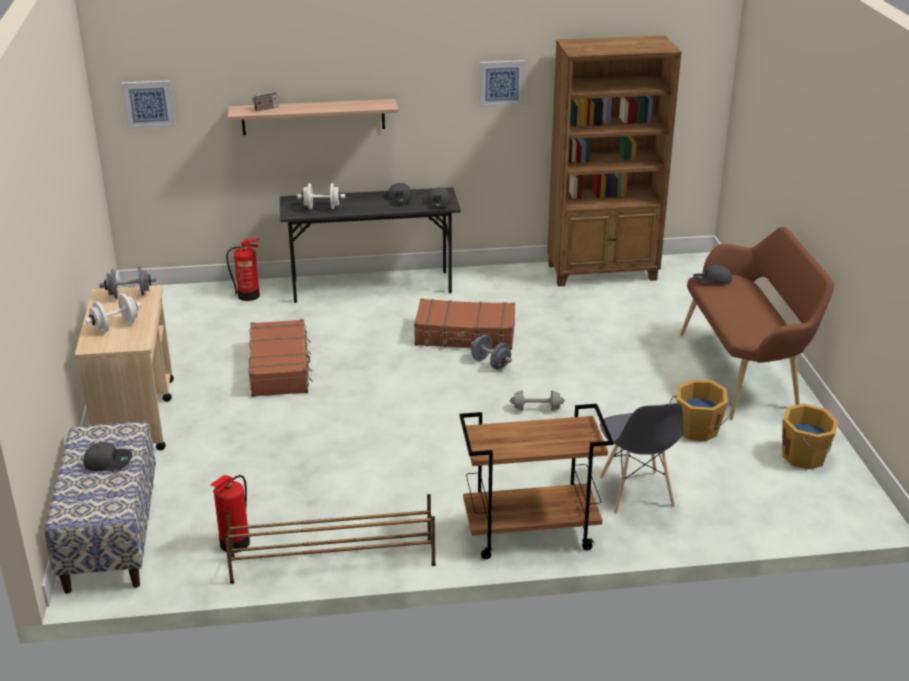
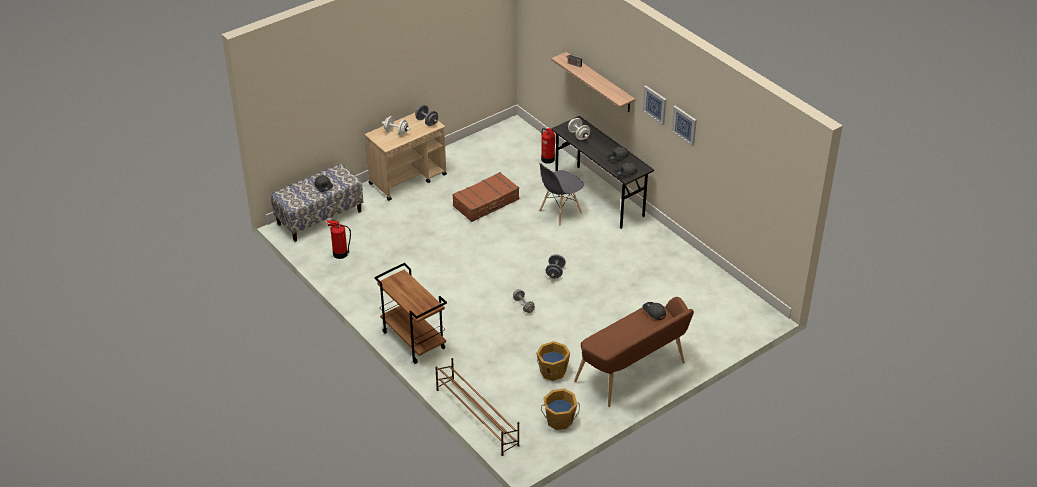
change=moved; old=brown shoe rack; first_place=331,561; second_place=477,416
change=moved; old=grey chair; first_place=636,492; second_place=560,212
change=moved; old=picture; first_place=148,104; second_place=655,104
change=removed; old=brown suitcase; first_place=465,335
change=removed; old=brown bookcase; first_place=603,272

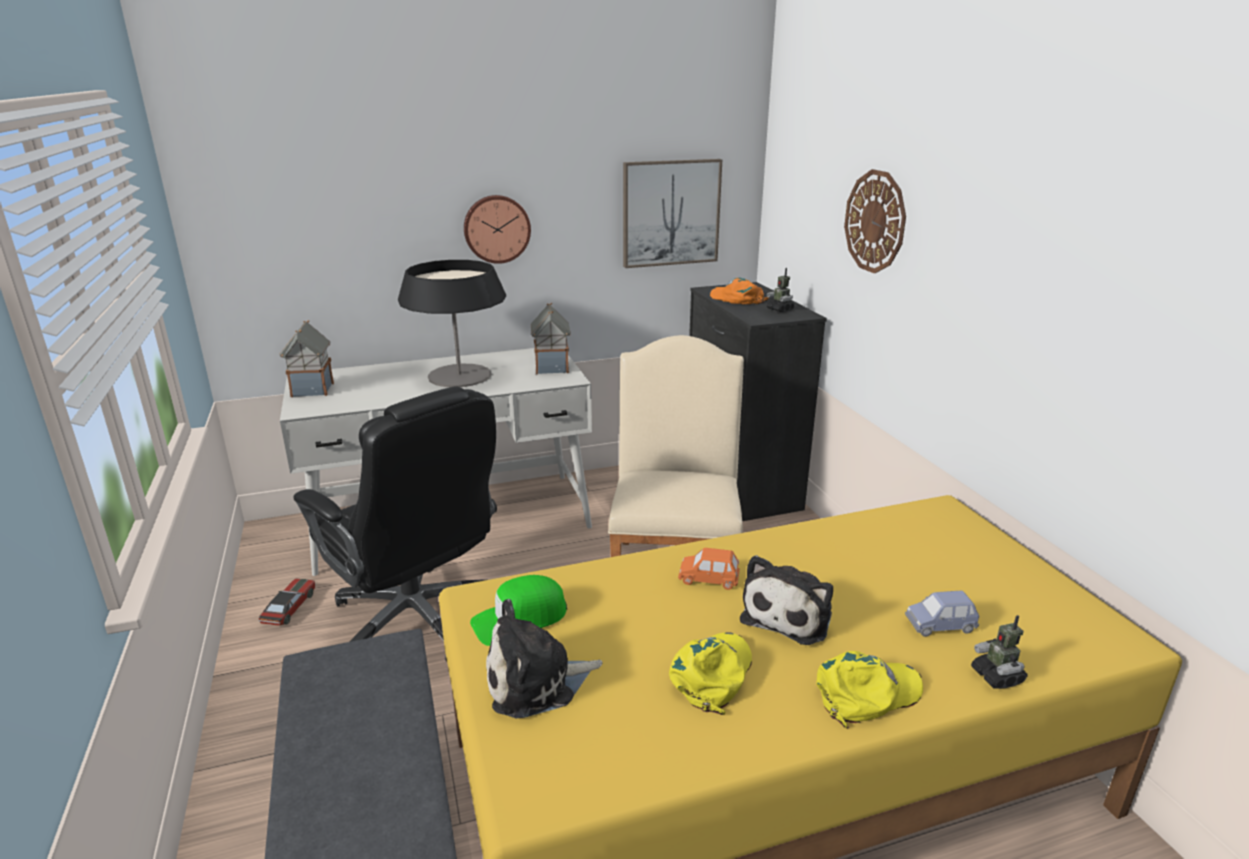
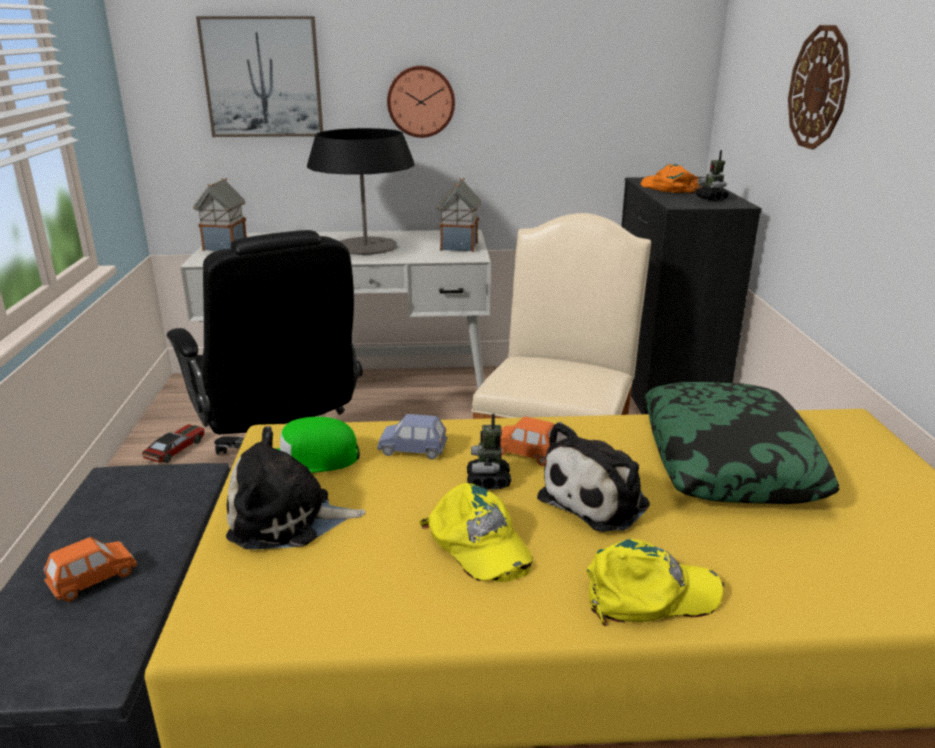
change=added; new=orange toy car; second_place=93,580
change=moved; old=picture; first_place=670,213; second_place=263,77
change=moved; old=blue toy car; first_place=940,626; second_place=412,450
change=turned; old=yellow cap; first_place=713,674; second_place=478,543; degrees=105
change=moved; old=toy robot; first_place=997,677; second_place=488,481
change=added; new=pillow; second_place=728,460

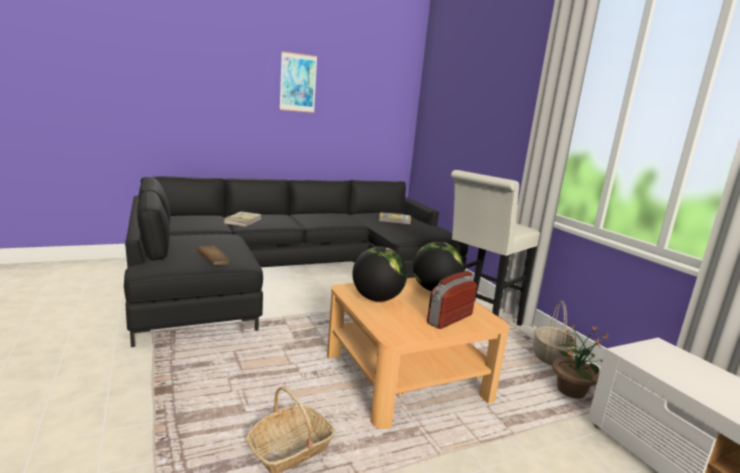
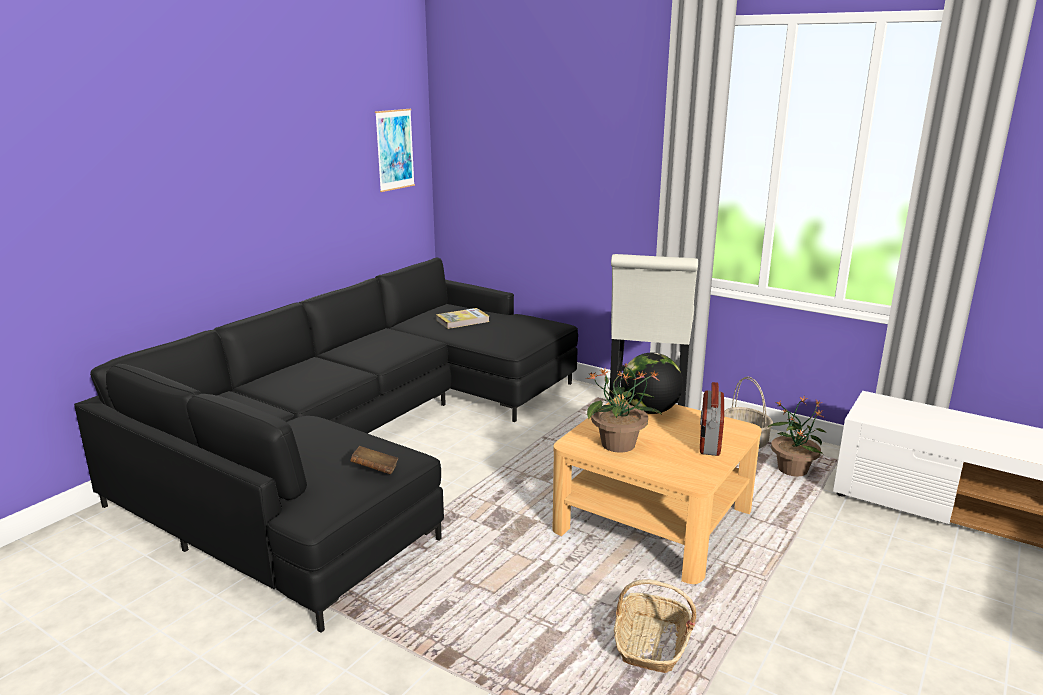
change=moved; old=picture; first_place=298,83; second_place=395,149
change=replaced; old=globe; new=potted plant; first_place=377,299; second_place=619,445
change=removed; old=book; first_place=243,221

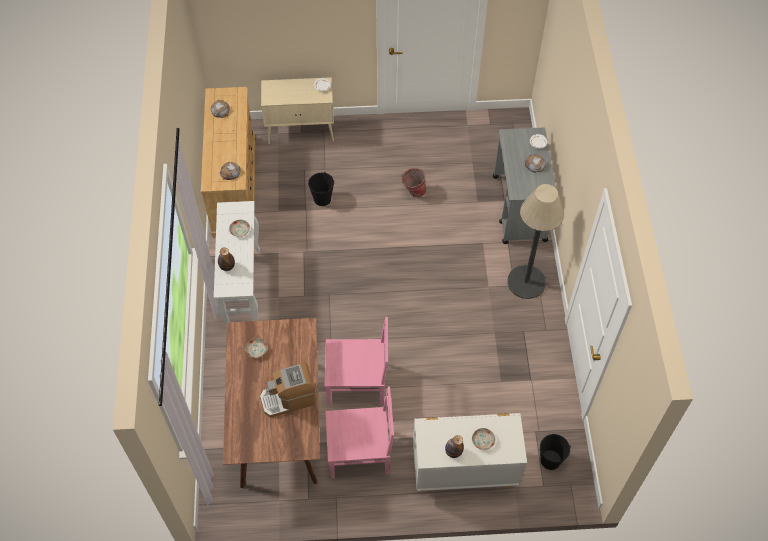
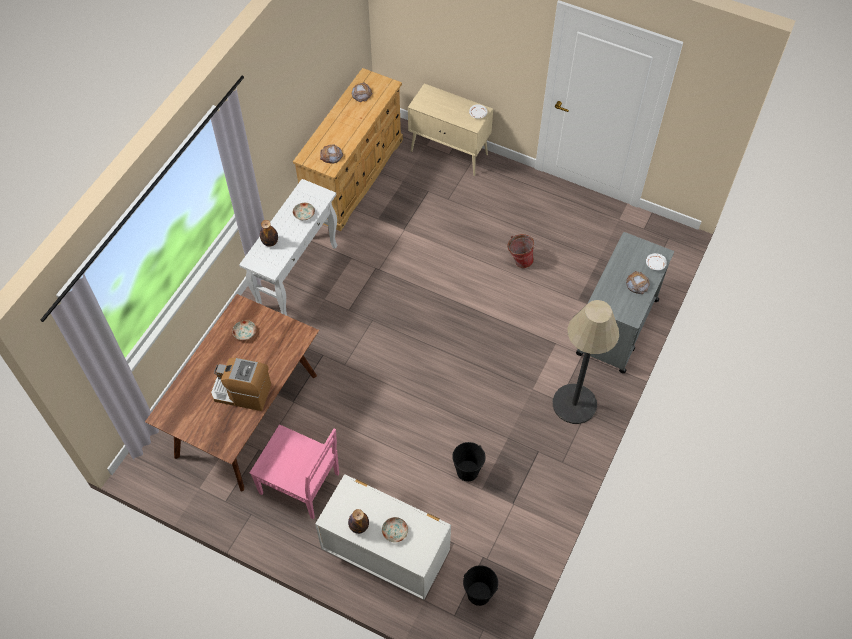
change=moved; old=black bucket; first_place=322,199; second_place=467,471
change=removed; old=pink chair; first_place=358,383

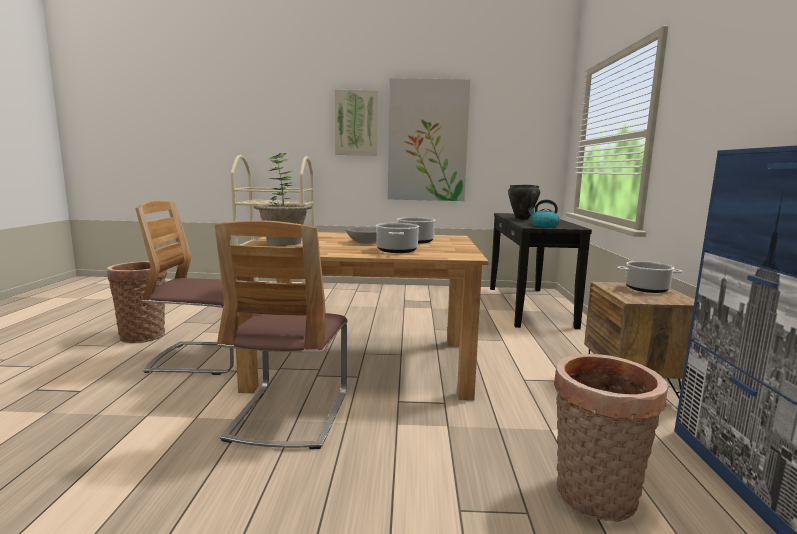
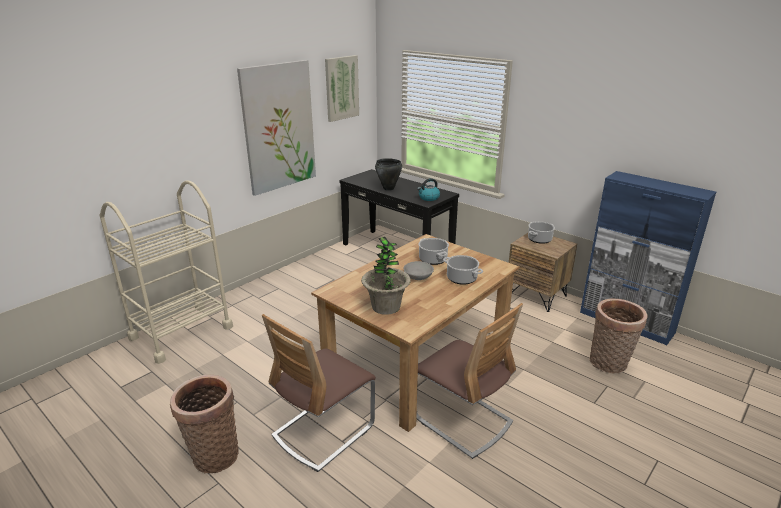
change=moved; old=picture; first_place=356,123; second_place=341,88

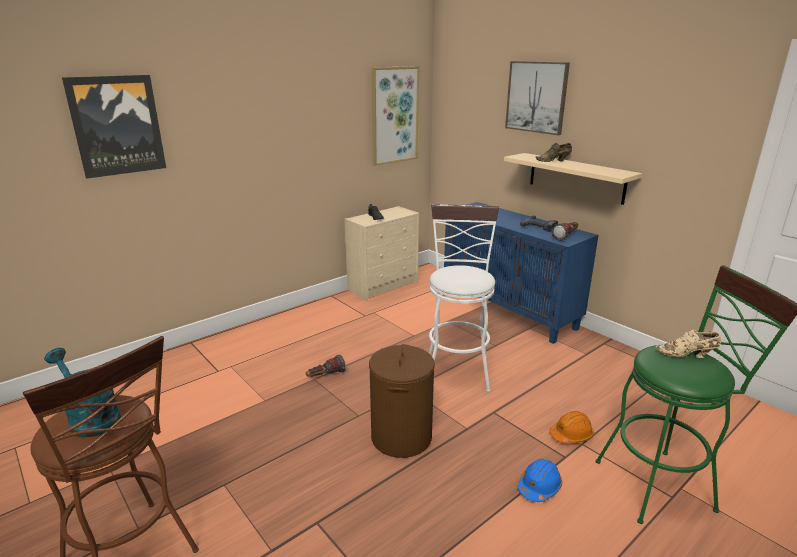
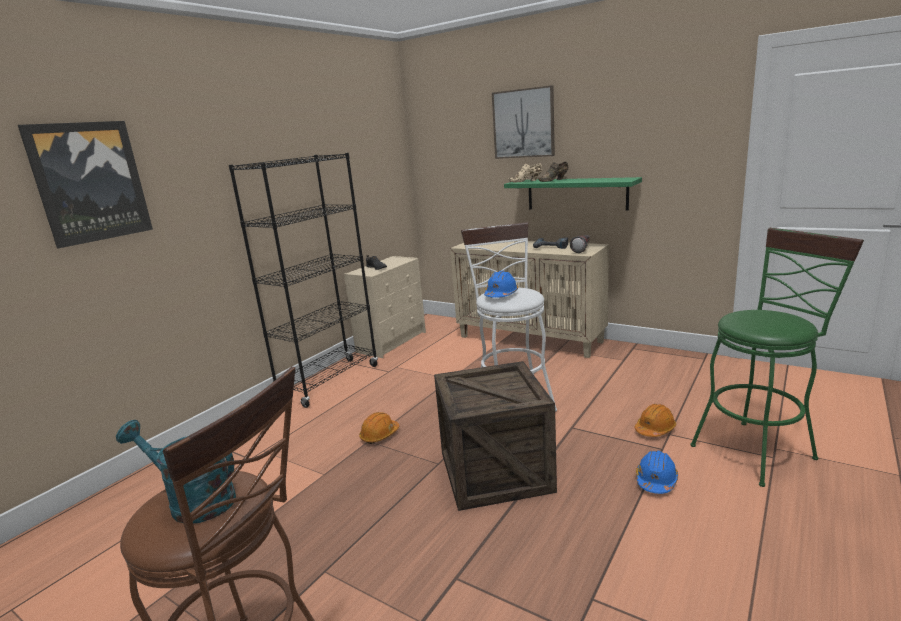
change=added; new=black bookcase; second_place=329,382
change=replaced; old=flashlight; new=orange hard hat; first_place=325,376; second_place=379,435
change=replaced; old=brown laundry basket; new=crate; first_place=401,437; second_place=495,471
change=recoloured; old=blue cabinet; new=beige cabinet; first_place=509,311; second_place=531,339
change=added; new=blue hard hat; second_place=501,295
change=recoloured; old=beige shelf; new=green shelf; first_place=576,177; second_place=576,194
change=moved; old=beige shoe; first_place=687,355; second_place=526,181
change=removed; old=picture; first_place=394,115

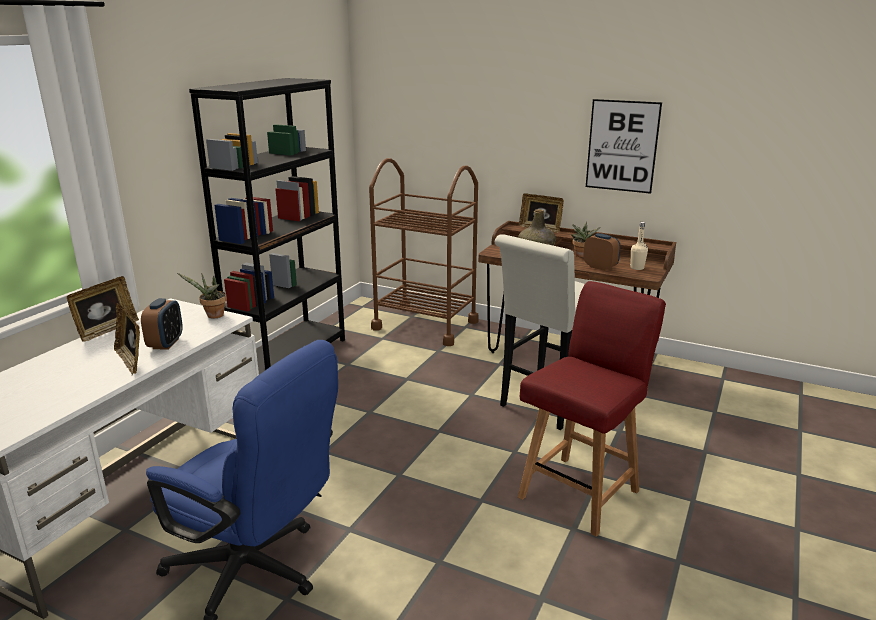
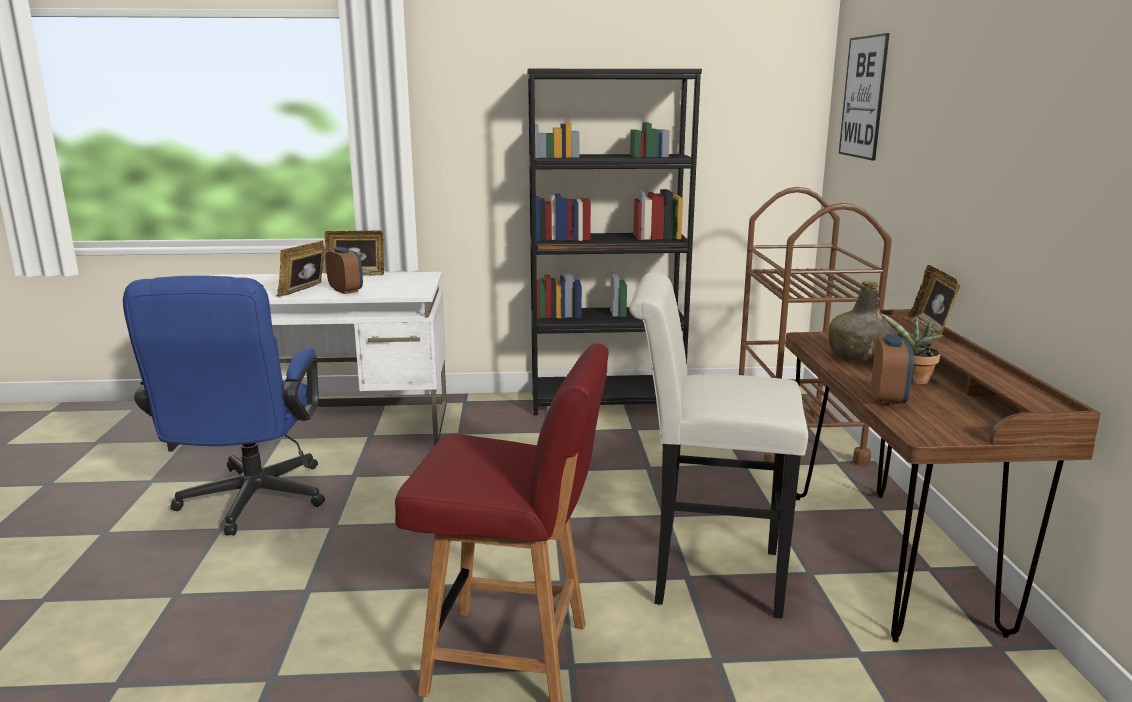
change=turned; old=alarm clock; first_place=166,344; second_place=346,290; degrees=-105
change=moved; old=picture; first_place=622,146; second_place=863,97
change=removed; old=potted plant; first_place=213,316
change=removed; old=beige bottle; first_place=637,268

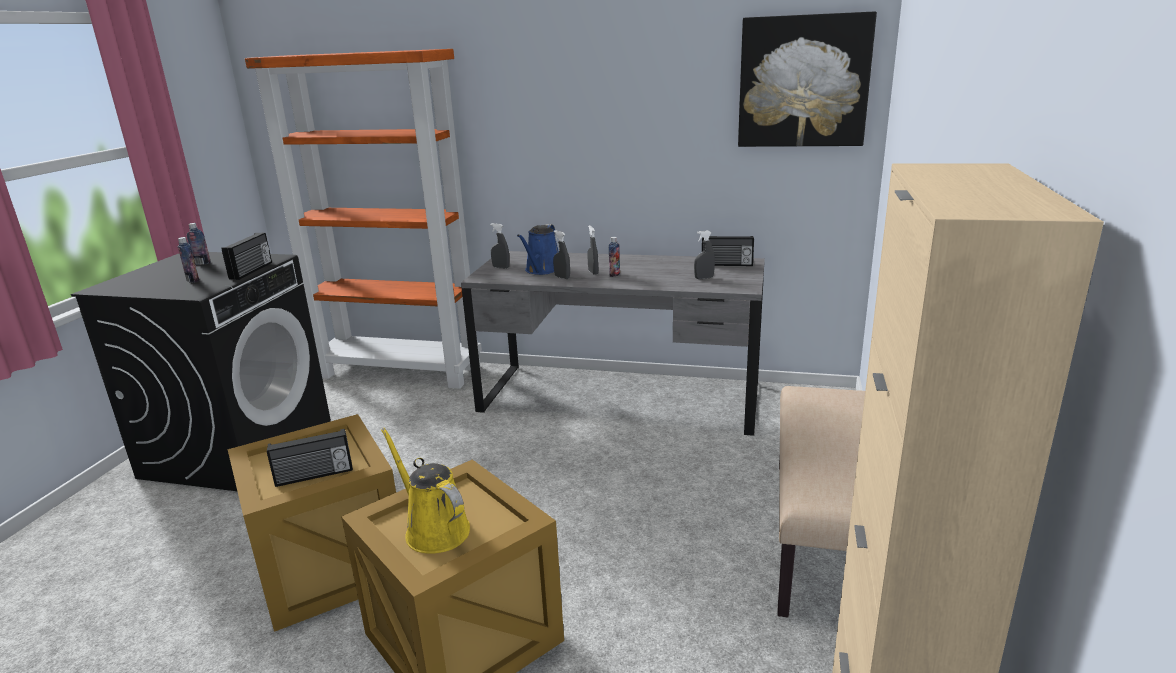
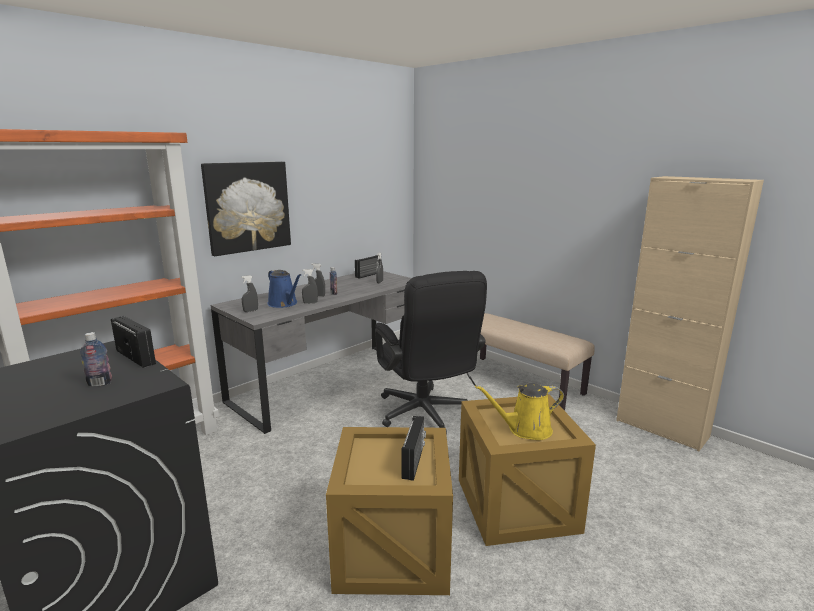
change=moved; old=picture; first_place=803,82; second_place=247,207
change=added; new=black office chair; second_place=426,415
change=removed; old=bottle; first_place=202,263

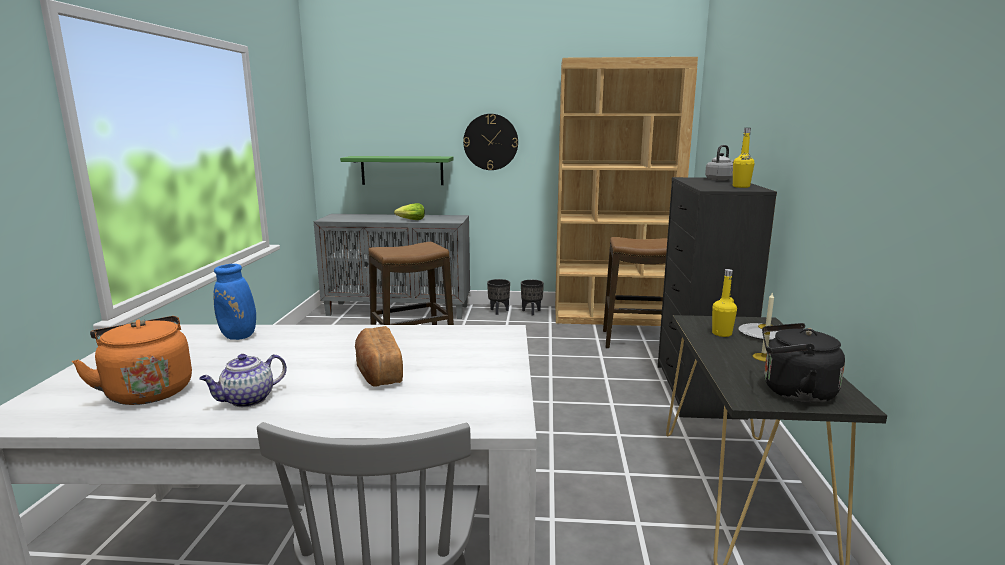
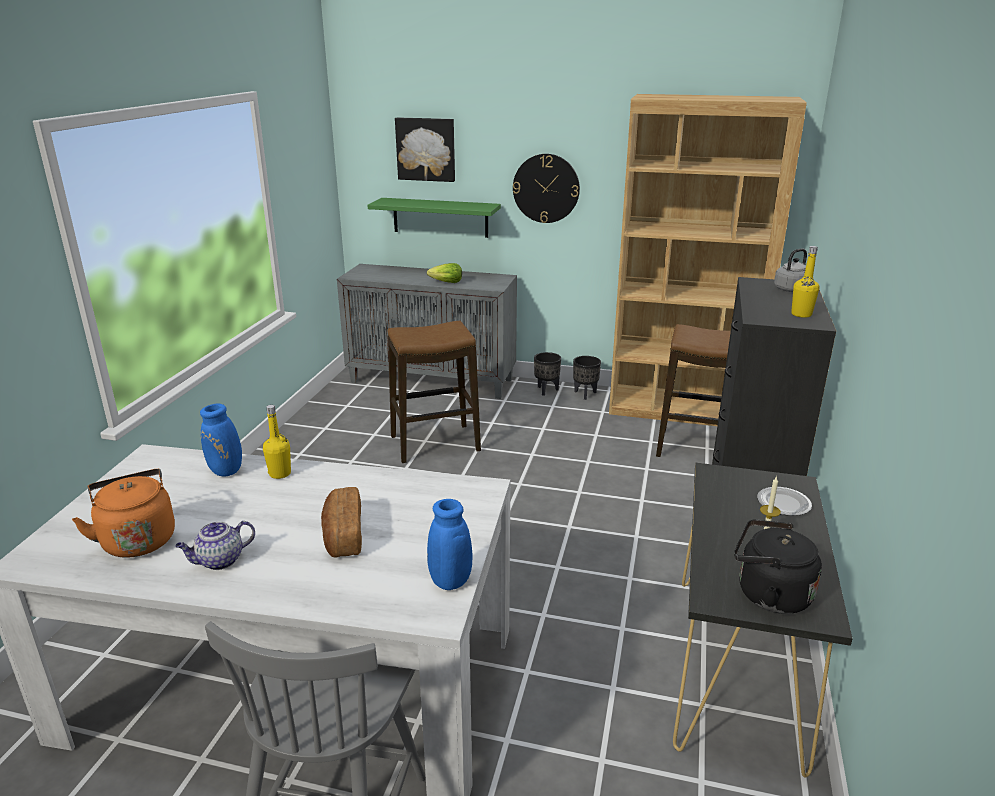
change=moved; old=yellow bottle; first_place=721,334; second_place=280,473
change=added; new=picture; second_place=426,149
change=added; new=blue vase; second_place=449,584

